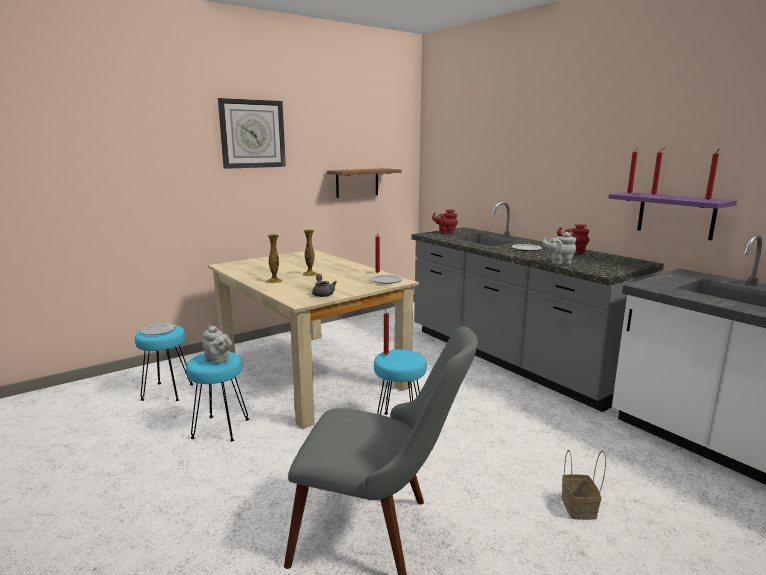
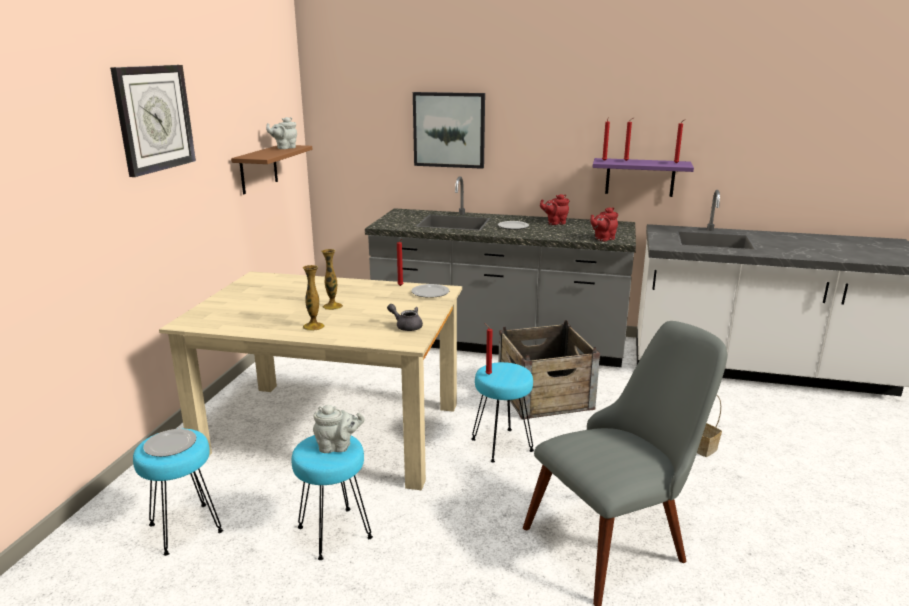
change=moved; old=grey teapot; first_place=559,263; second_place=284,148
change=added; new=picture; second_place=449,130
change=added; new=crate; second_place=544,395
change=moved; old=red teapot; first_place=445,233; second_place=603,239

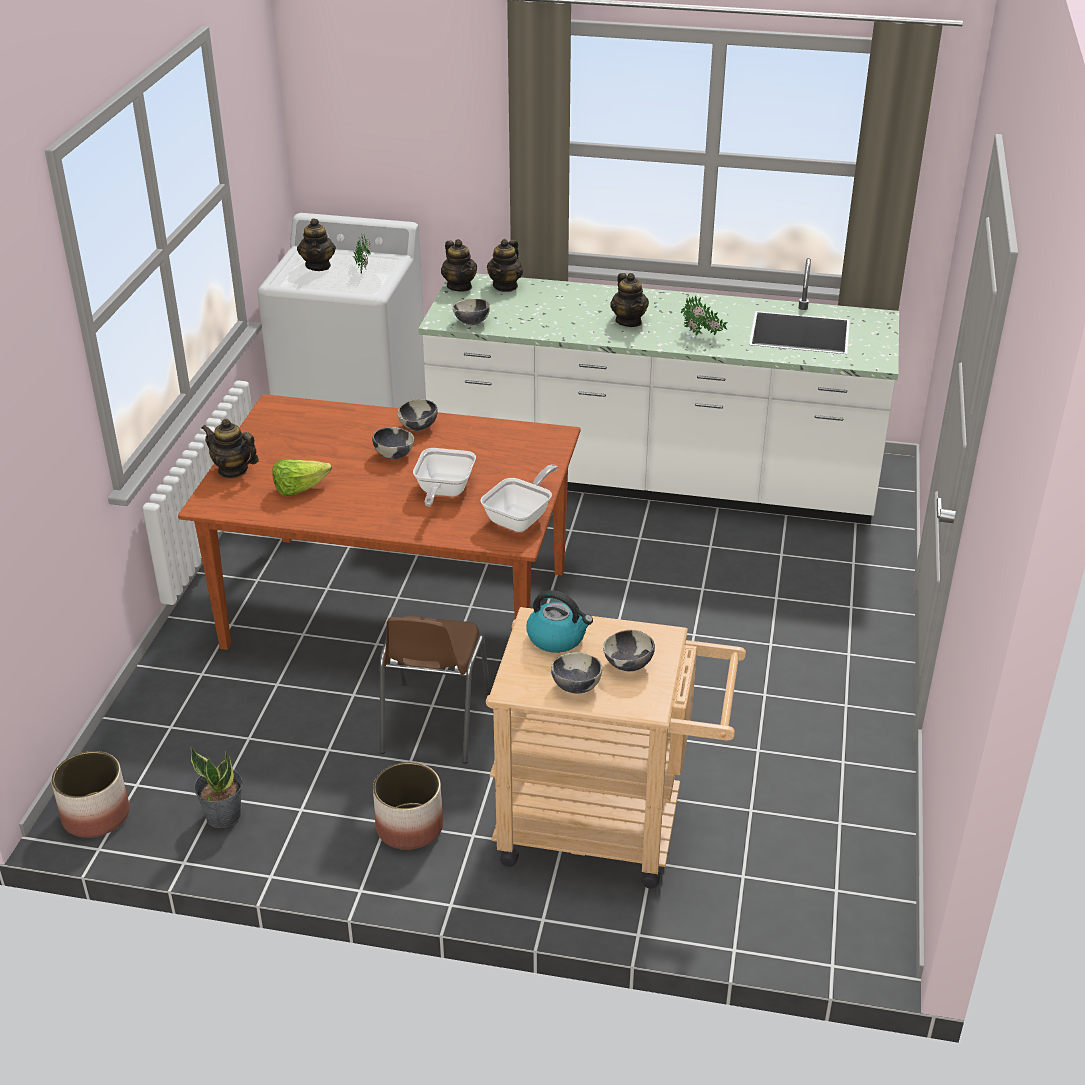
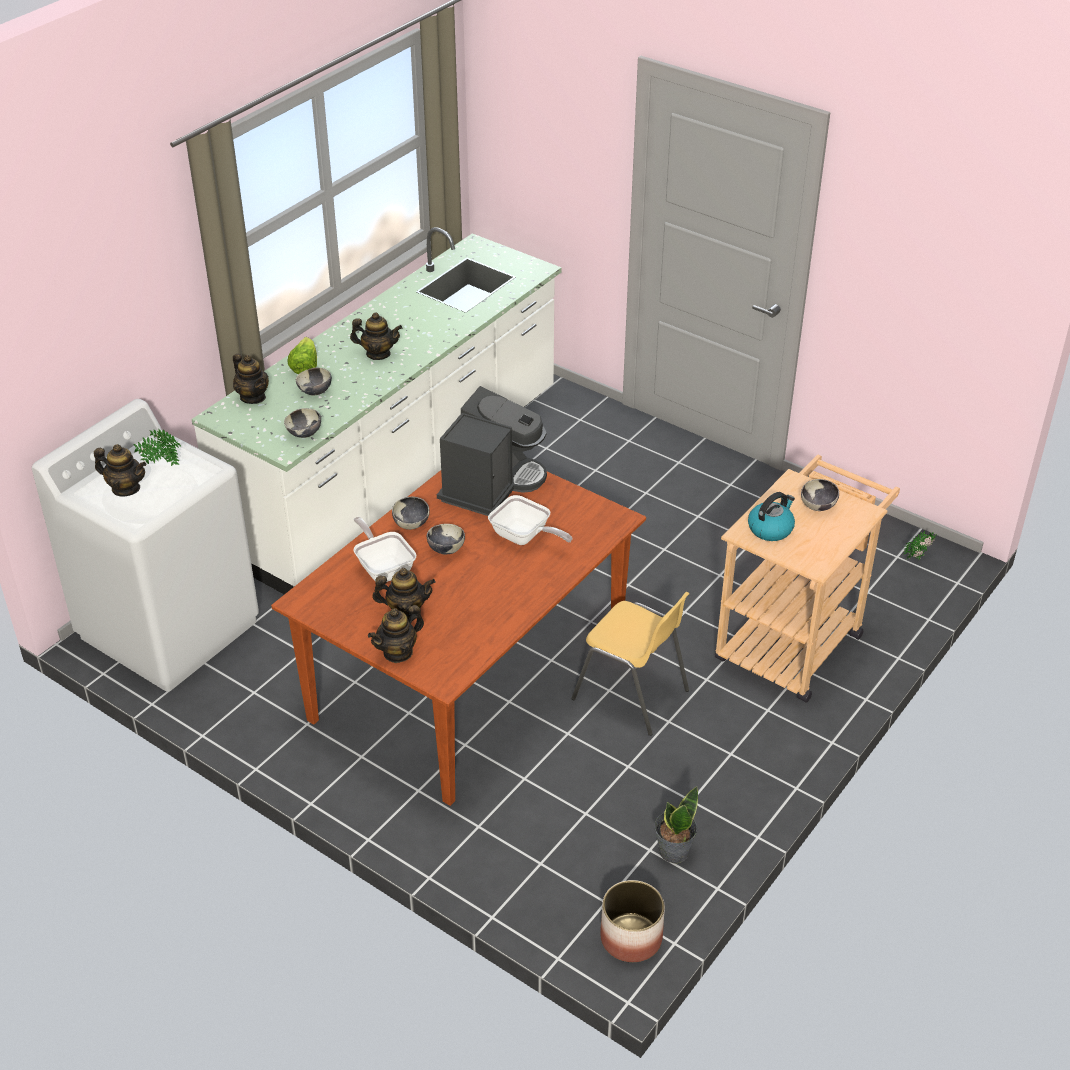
change=moved; old=lettuce; first_place=299,489; second_place=304,366
change=moved; old=bowl; first_place=576,687; second_place=315,392
change=moved; old=frying pan; first_place=521,518; second_place=383,568
change=moved; old=teapot; first_place=459,286; second_place=405,611
change=added; new=coffee machine; second_place=491,484
change=recoloured; old=brown chair; new=yellow chair; first_place=434,723; second_place=631,695
change=moved; old=potted plant; first_place=702,336; second_place=919,556
change=removed; old=planter; first_place=409,827

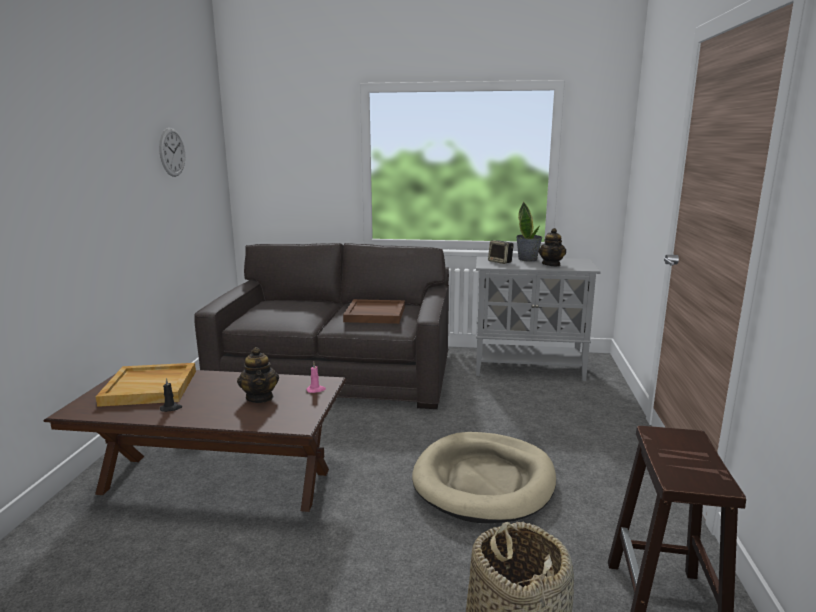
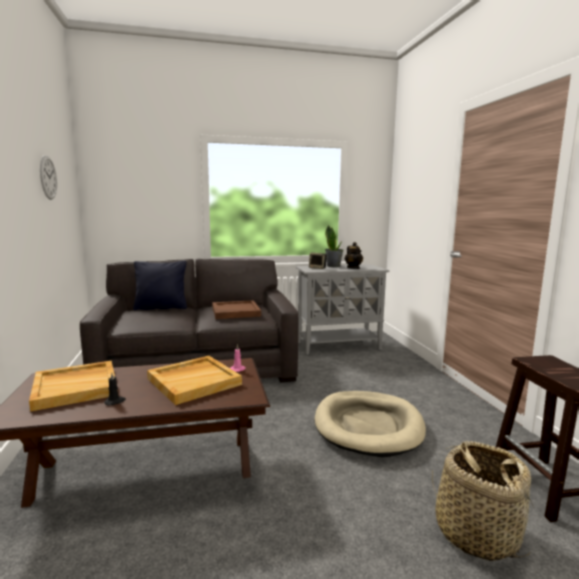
change=added; new=black pillow; second_place=161,308
change=replaced; old=teapot; new=beige tray; first_place=260,397; second_place=194,381

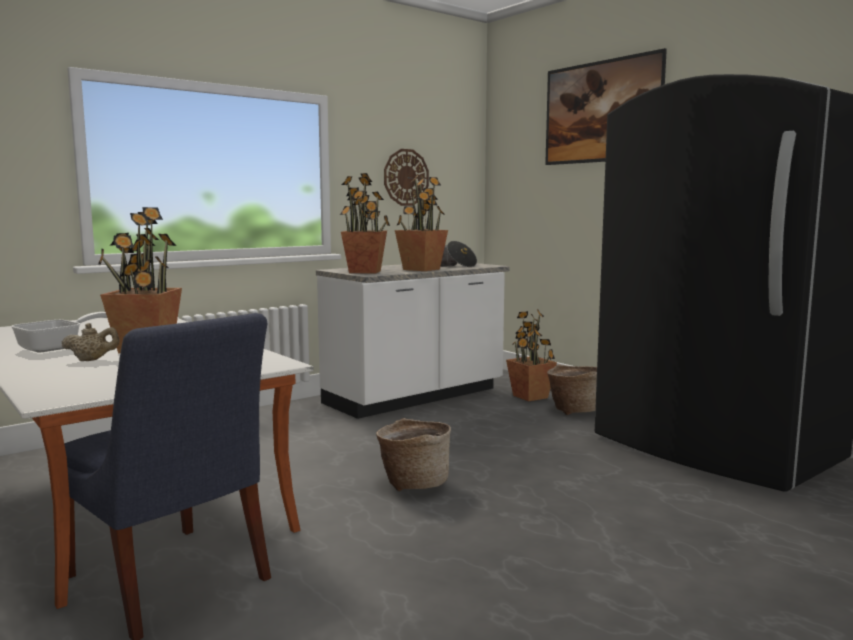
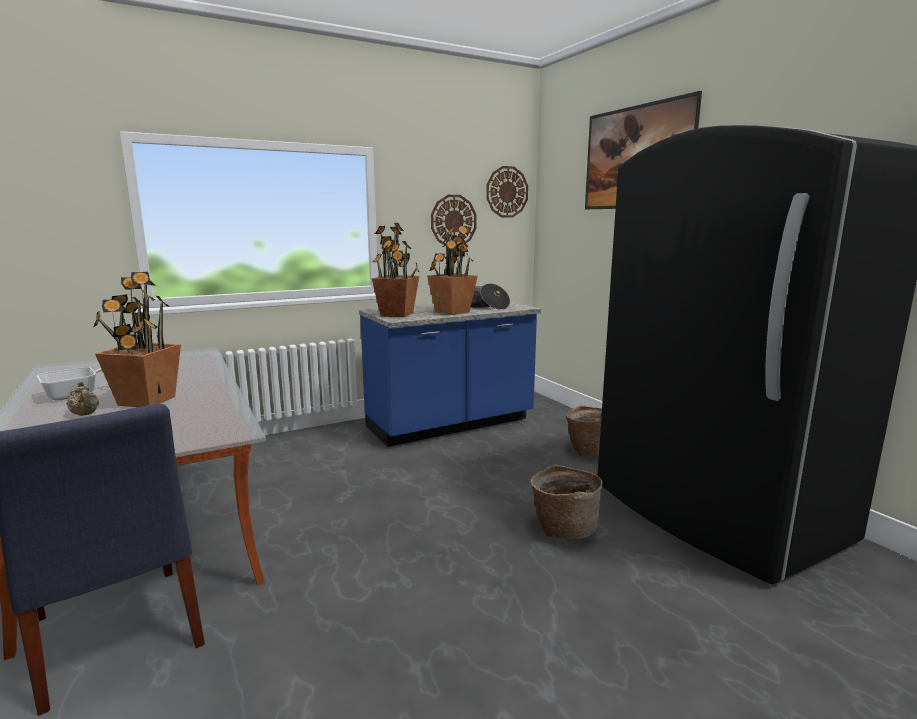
change=turned; old=beige teapot; first_place=92,360; second_place=85,414; degrees=45
change=recoloured; old=white counter; new=blue counter; first_place=415,397; second_place=451,424
change=added; new=wall clock; second_place=507,192
change=moved; old=basket; first_place=413,483; second_place=563,528
change=removed; old=potted plant; first_place=530,397

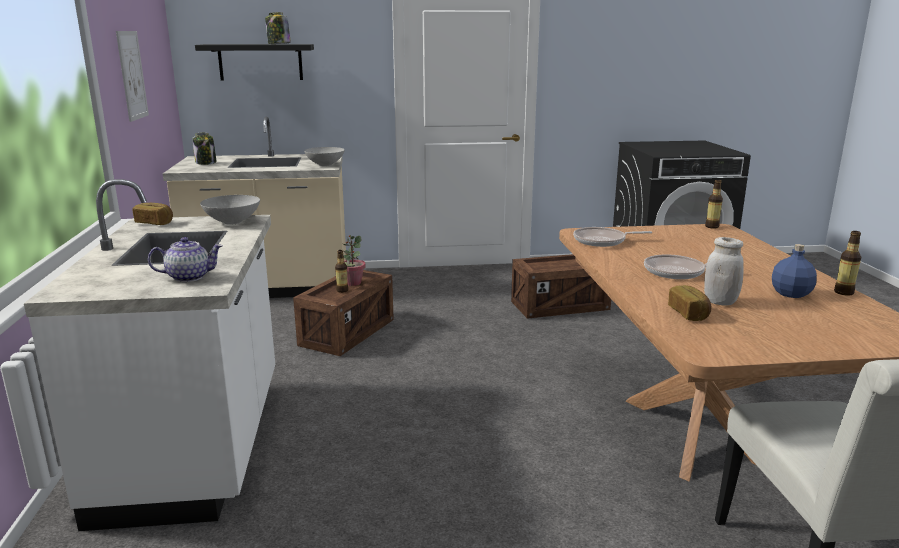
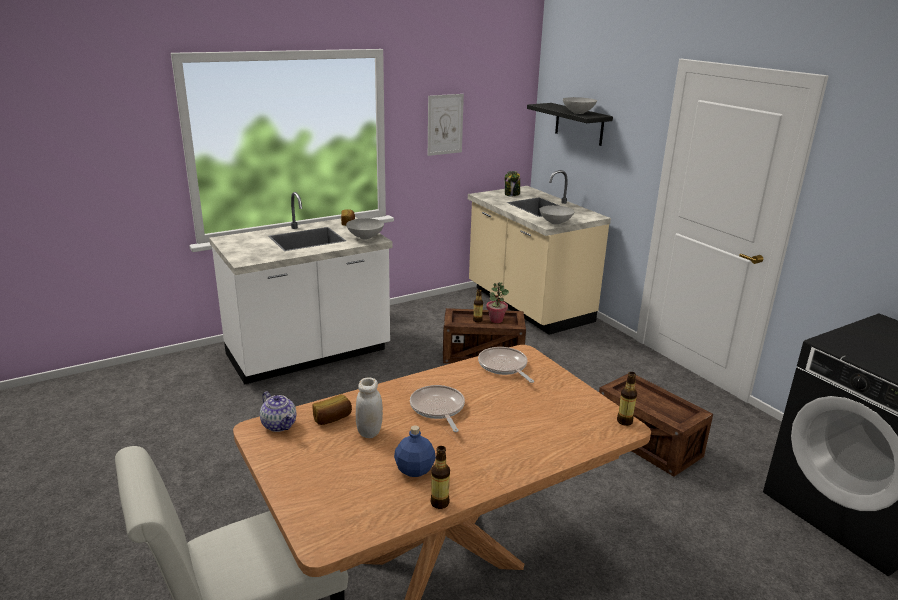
change=moved; old=teapot; first_place=189,277; second_place=280,425
change=replaced; old=jar; new=grey bowl; first_place=278,44; second_place=577,113

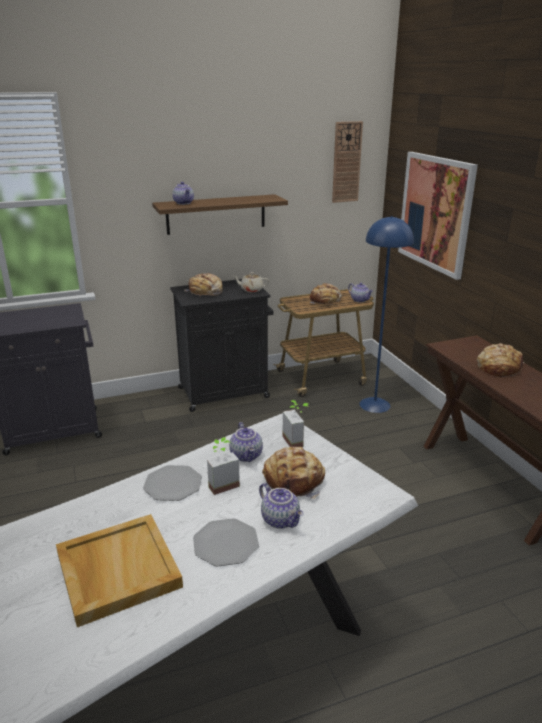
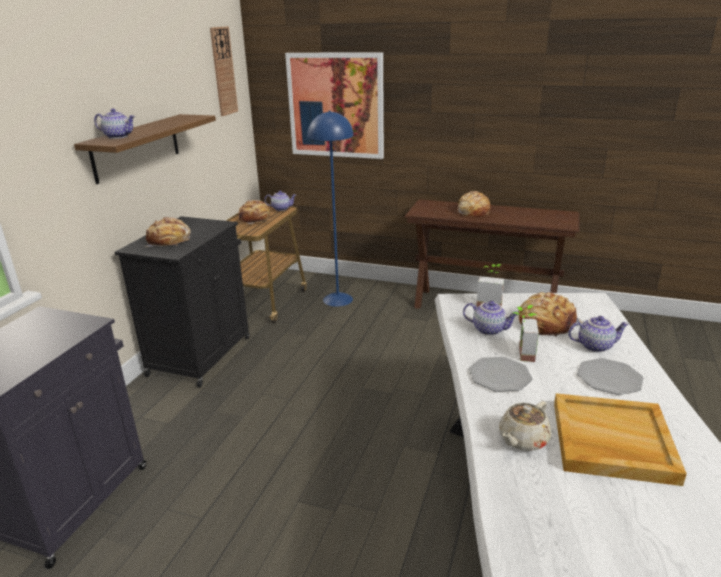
change=moved; old=beige teapot; first_place=251,290; second_place=522,439

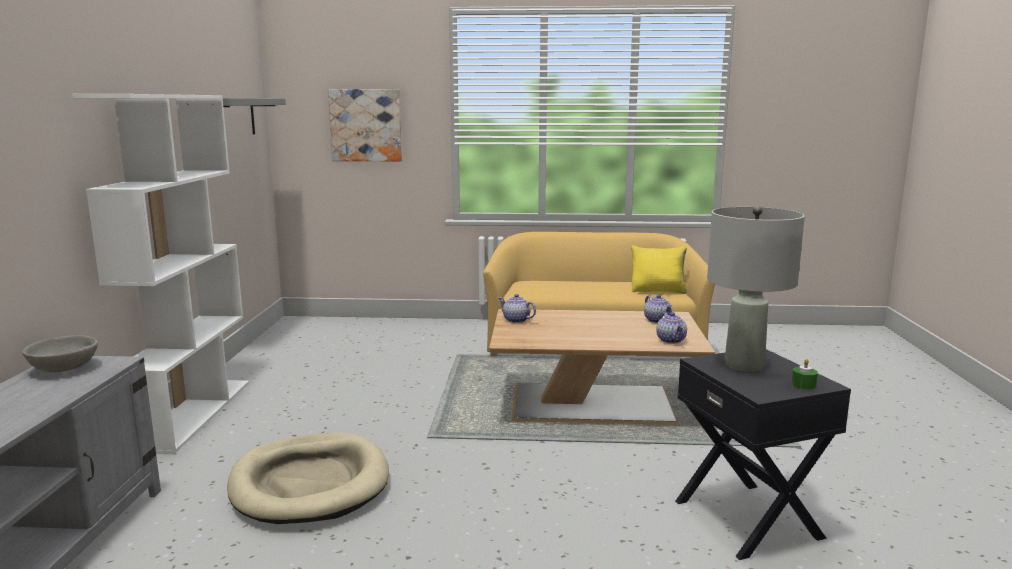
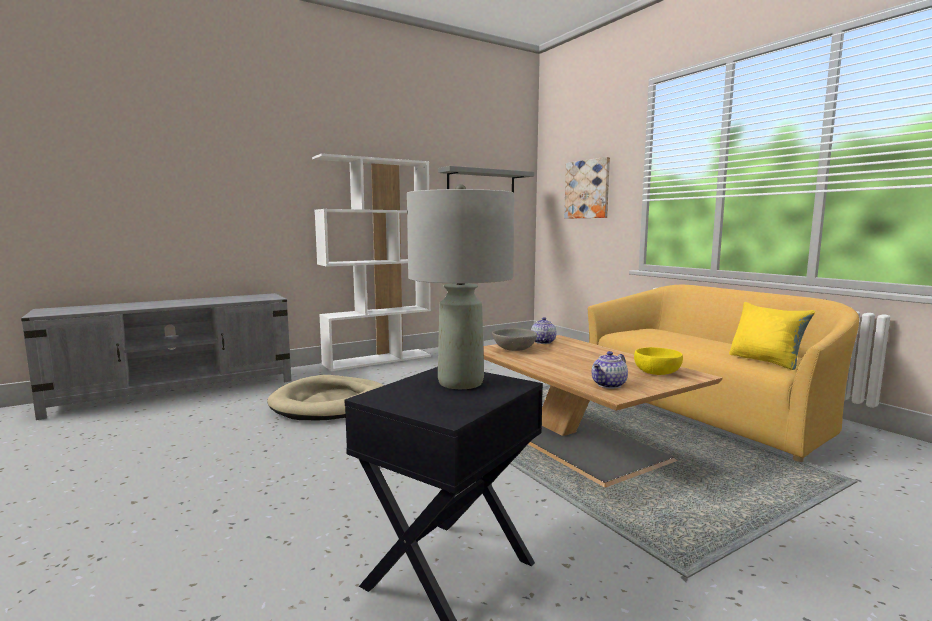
change=moved; old=grey bowl; first_place=65,368; second_place=514,349
change=replaced; old=teapot; new=yellow bowl; first_place=658,320; second_place=657,372
change=removed; old=green candle; first_place=803,385

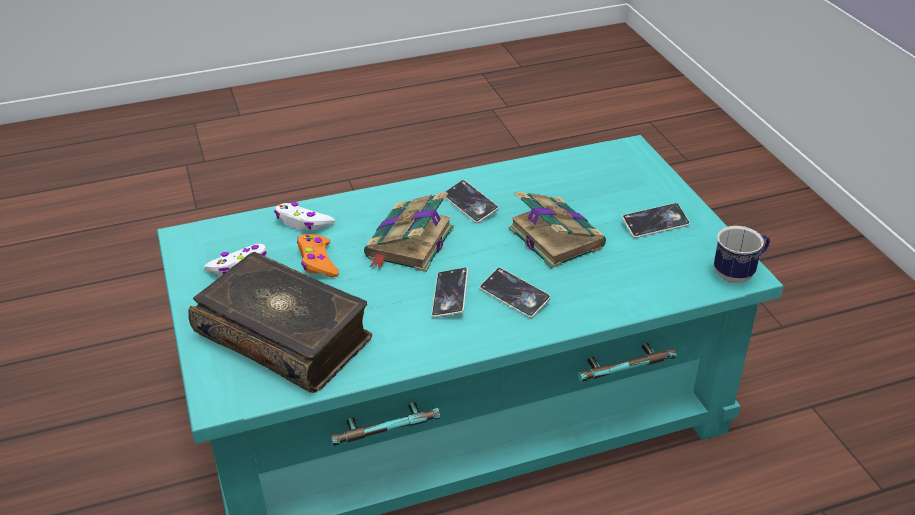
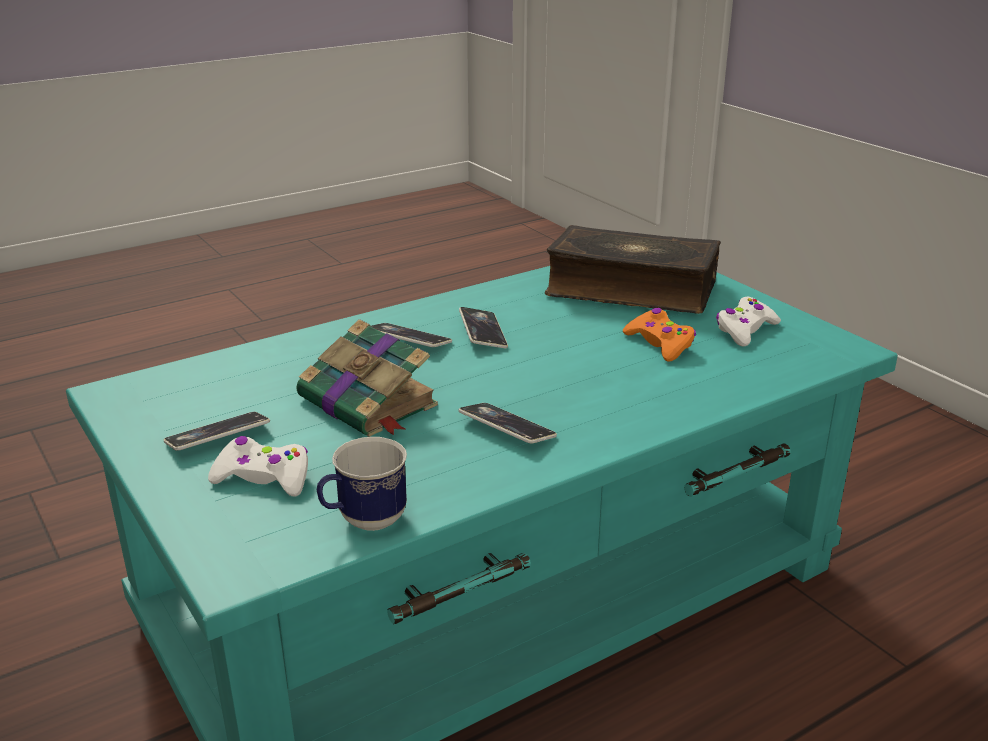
change=moved; old=white game controller; first_place=303,223; second_place=263,477
change=moved; old=mug; first_place=738,274; second_place=364,522
change=removed; old=book; first_place=409,244

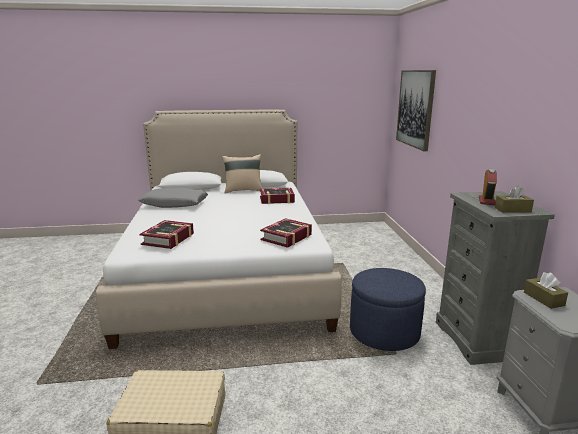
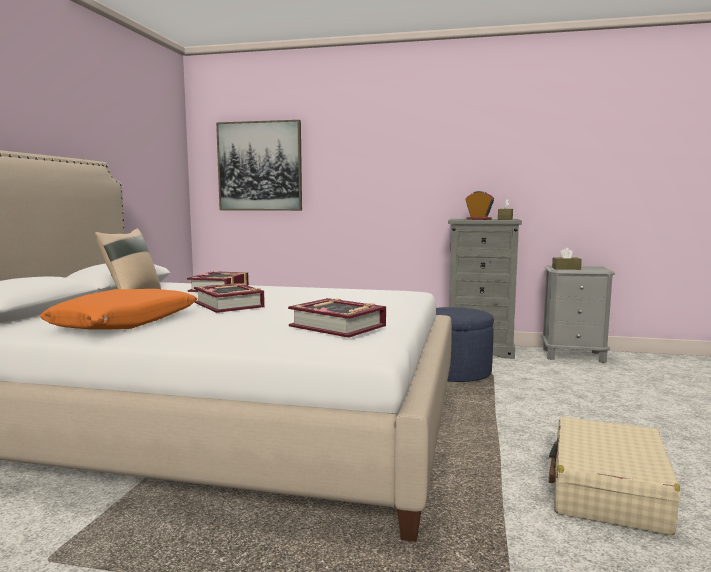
change=recoloured; old=grey pillow; new=orange pillow; first_place=174,204; second_place=125,323
change=moved; old=book; first_place=286,237; second_place=229,305

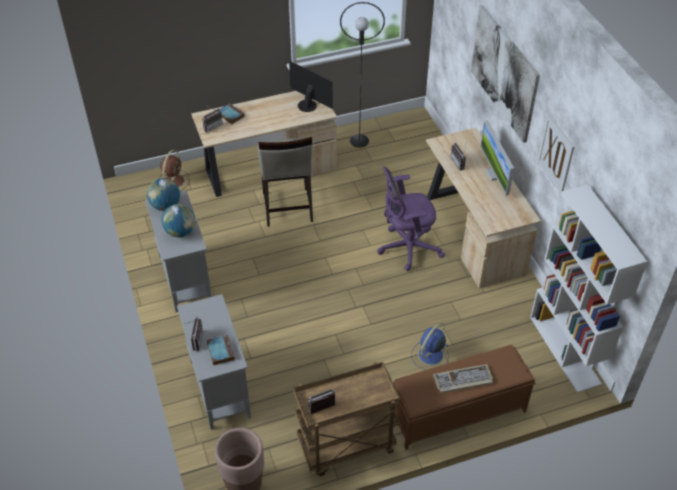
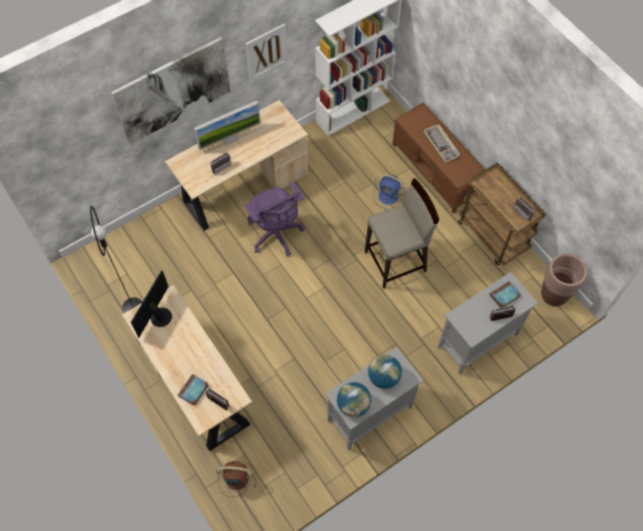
change=moved; old=beige stool; first_place=287,207; second_place=396,261

